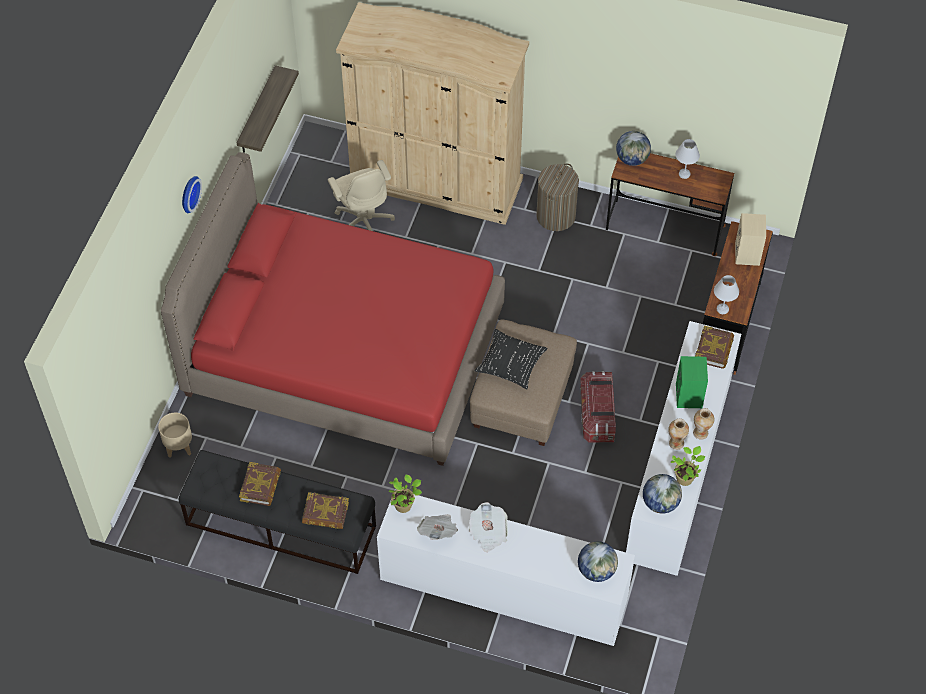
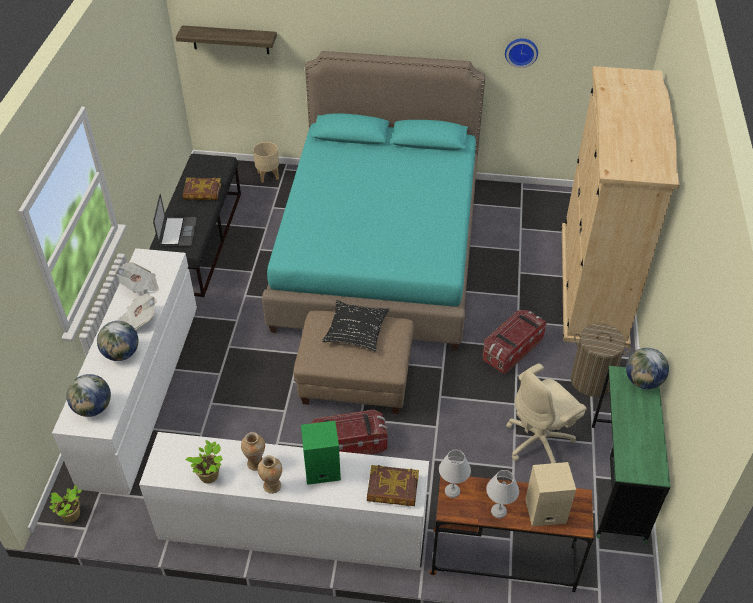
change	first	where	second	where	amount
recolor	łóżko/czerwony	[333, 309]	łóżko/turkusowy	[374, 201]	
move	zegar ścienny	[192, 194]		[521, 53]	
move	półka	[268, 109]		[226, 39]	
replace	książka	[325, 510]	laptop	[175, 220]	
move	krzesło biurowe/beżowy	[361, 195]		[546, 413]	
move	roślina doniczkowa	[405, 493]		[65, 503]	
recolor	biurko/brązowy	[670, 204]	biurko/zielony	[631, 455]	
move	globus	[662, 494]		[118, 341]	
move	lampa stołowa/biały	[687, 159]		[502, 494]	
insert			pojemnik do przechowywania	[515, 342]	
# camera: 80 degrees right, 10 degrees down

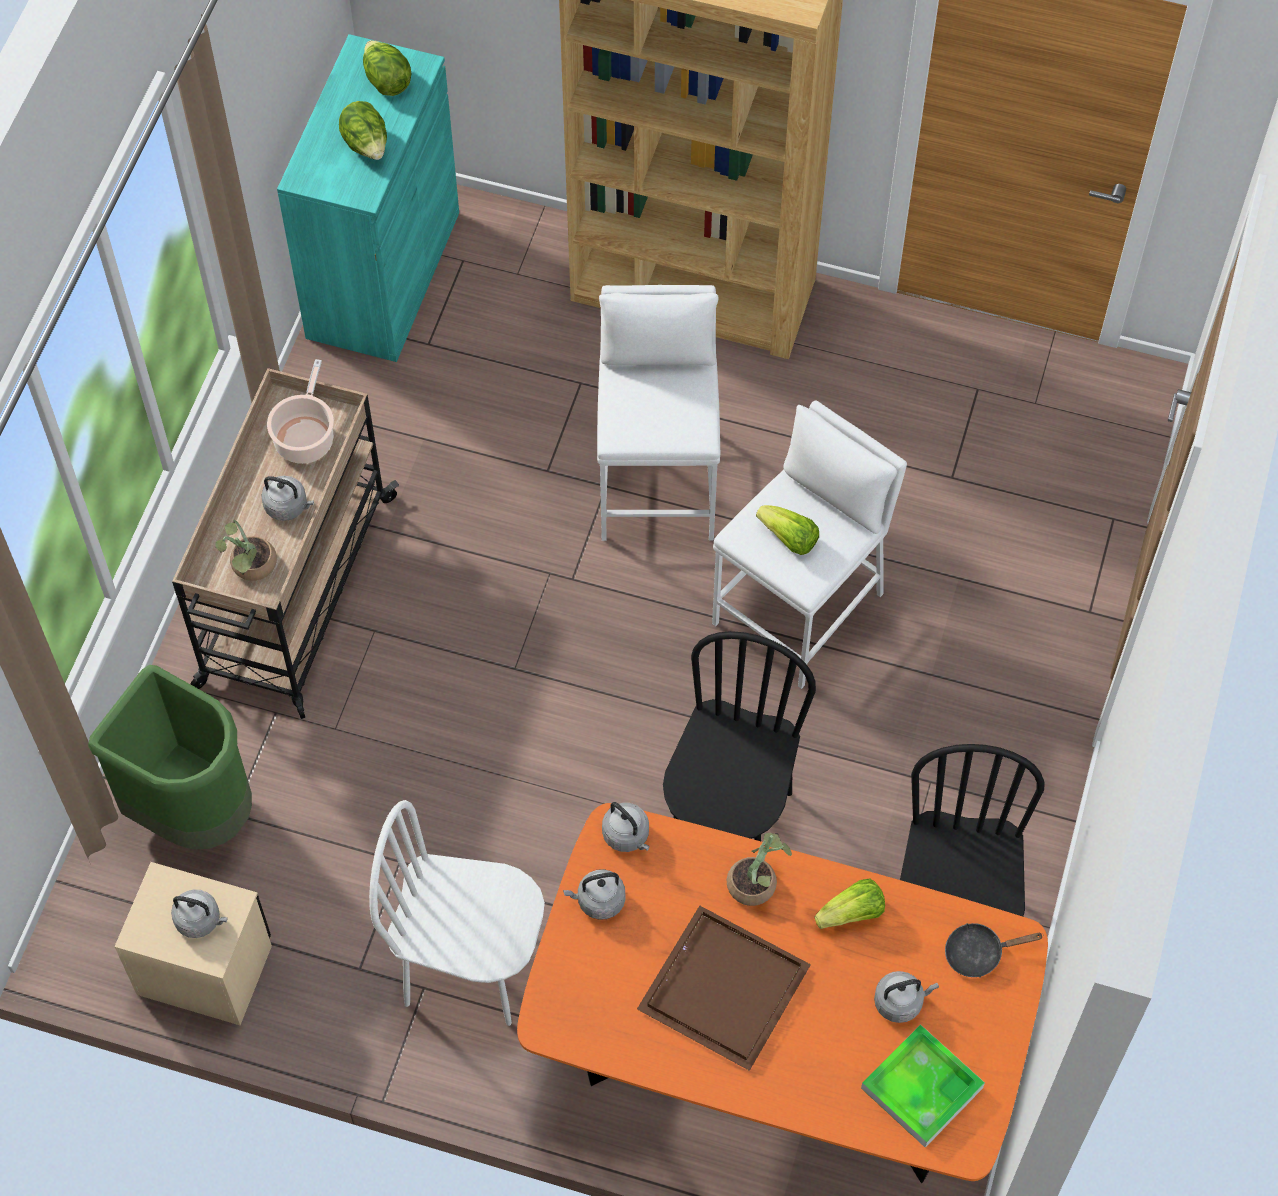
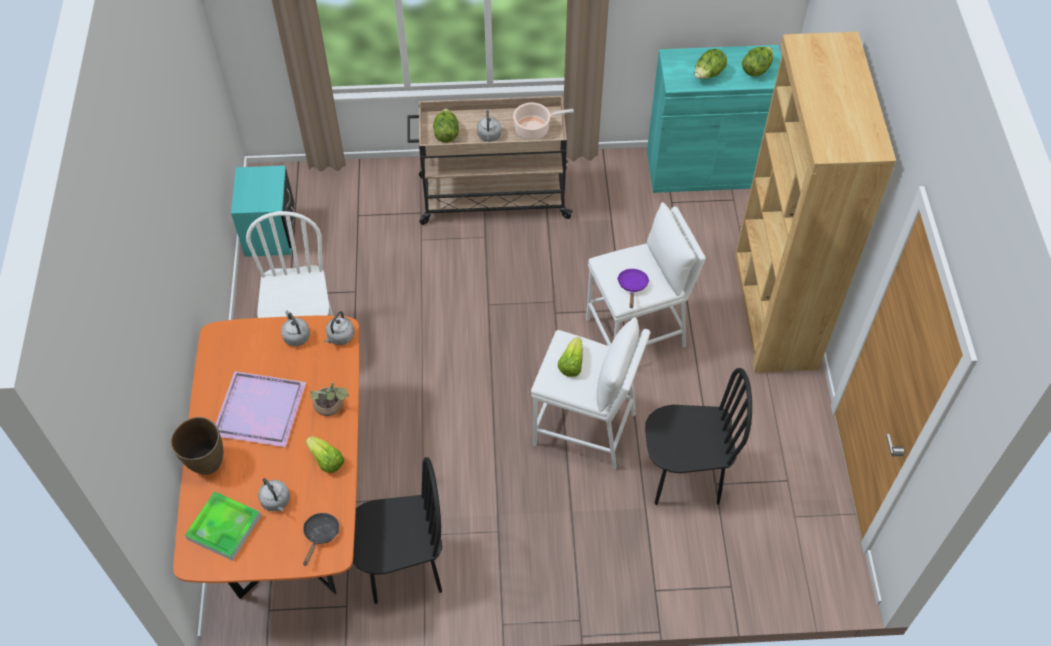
change	first	where	second	where	amount
delete	kosz na śmieci/zielony	[170, 757]			
recolor	szafka nocna/beżowy	[193, 943]	szafka nocna/turkusowy	[263, 211]	
delete	czajnik/szary	[199, 913]			
replace	roślina doniczkowa	[246, 550]	sałata	[446, 126]	
recolor	taca/brązowy	[724, 988]	taca/fioletowy	[260, 409]	
move	krzesło/czarny	[739, 736]		[698, 436]	
rotate	patelnia/czarny	[994, 950]		[321, 539]	45 degrees clockwise
insert			wazon/brązowy	[197, 446]	
insert			patelnia/fioletowy	[633, 288]	
# camera: 70 degrees right, 5 degrees down

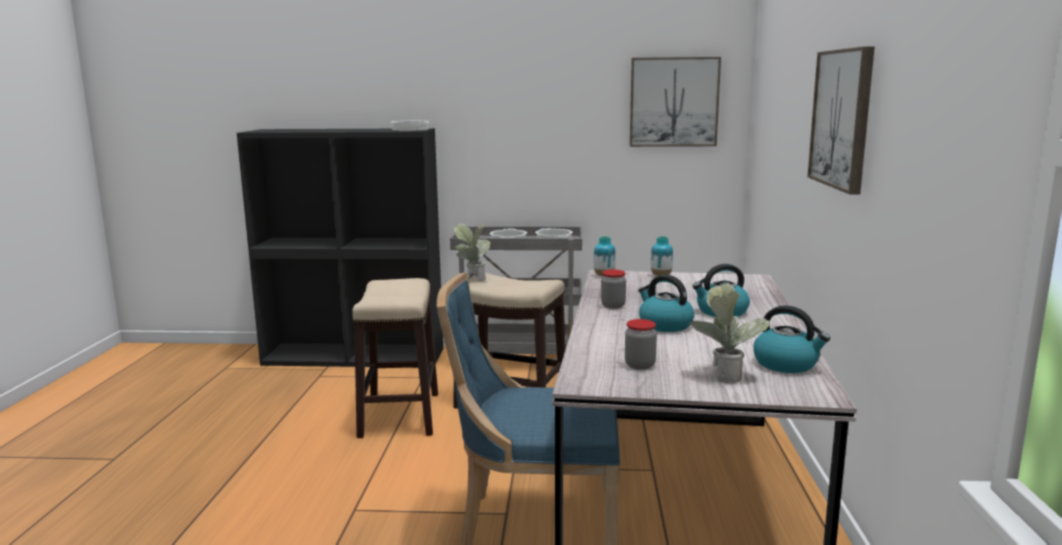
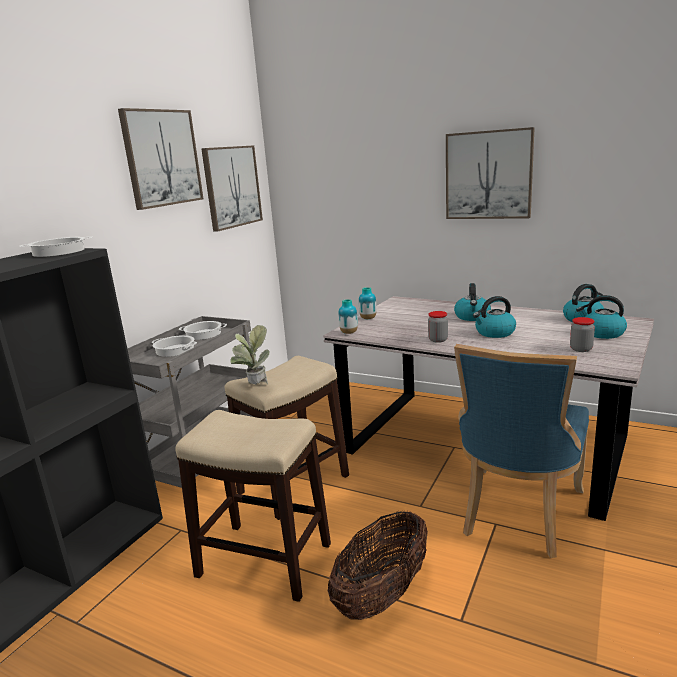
change	first	where	second	where	amount
replace	roślina doniczkowa	[729, 333]	czajnik	[601, 317]	
insert			obraz	[161, 159]	
insert			koszyk	[378, 565]	
# camera: 65 degrees left, 5 degrees up

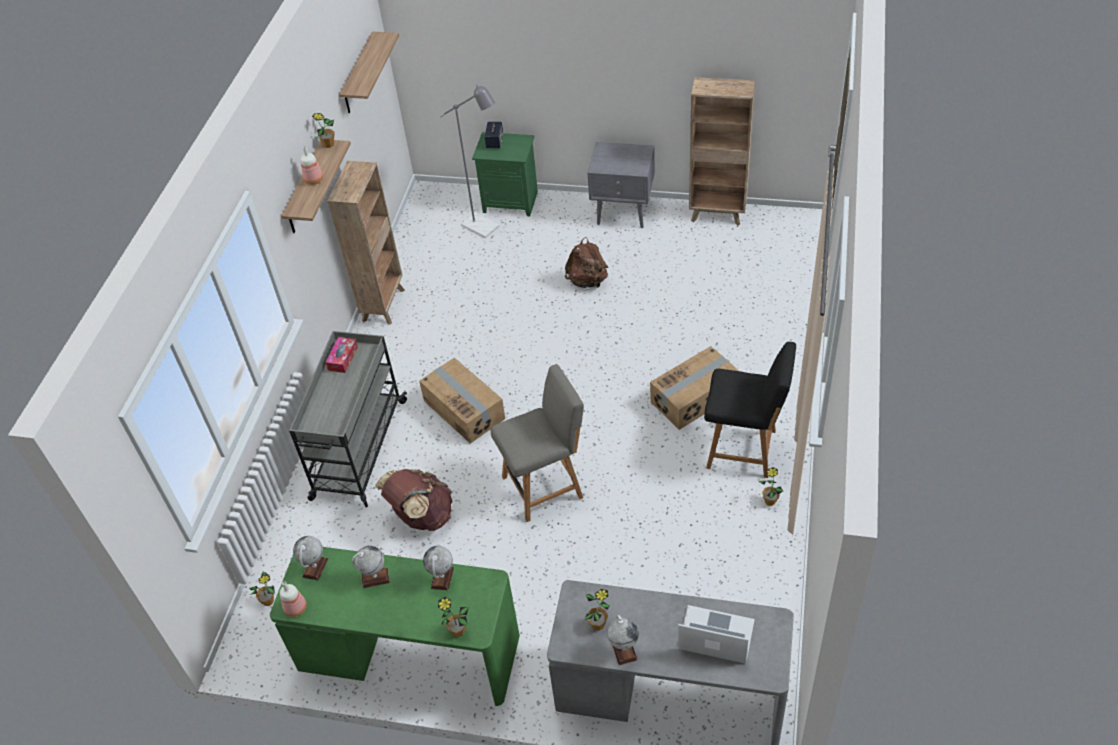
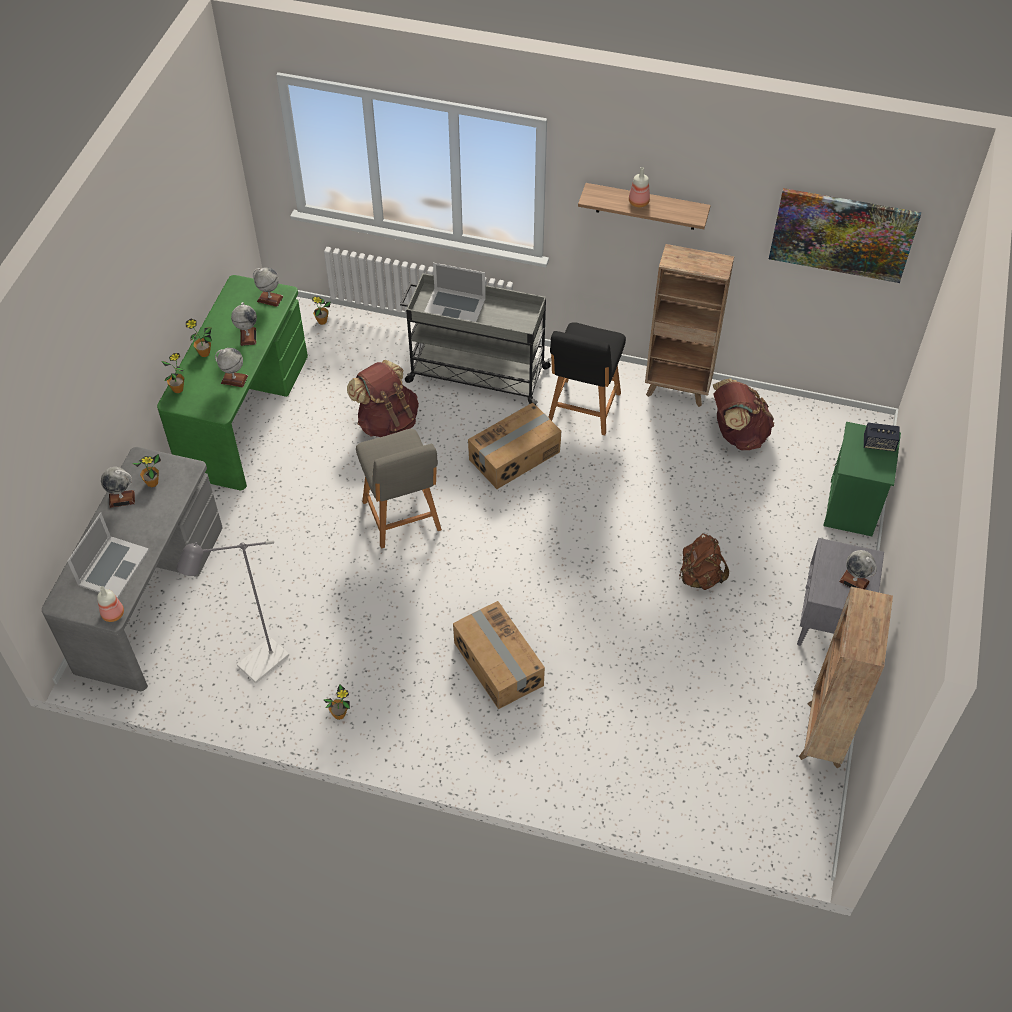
change	first	where	second	where	amount
move	butelka	[293, 599]		[110, 604]	
move	roślina doniczkowa	[323, 130]		[199, 338]	
delete	pudełko chusteczek	[342, 355]			
replace	półka	[369, 72]	obraz	[845, 235]	
move	lampa stojąca/szary	[469, 161]		[233, 611]	
move	krzesło/czarny	[750, 410]		[587, 379]	
insert			laptop	[455, 292]	
insert			plecak/brązowy	[743, 414]	
insert			globus	[858, 569]	
# camera: 90 degrees right, 5 degrees up

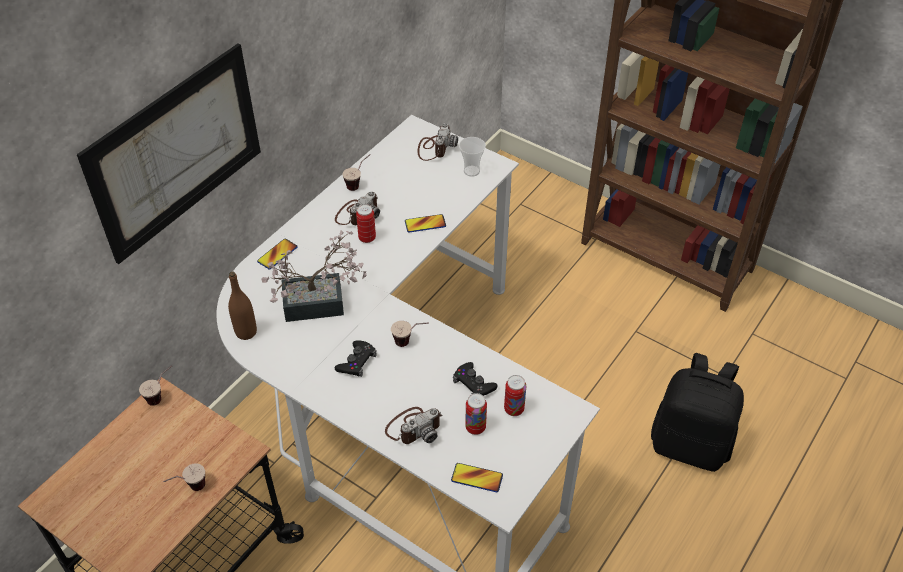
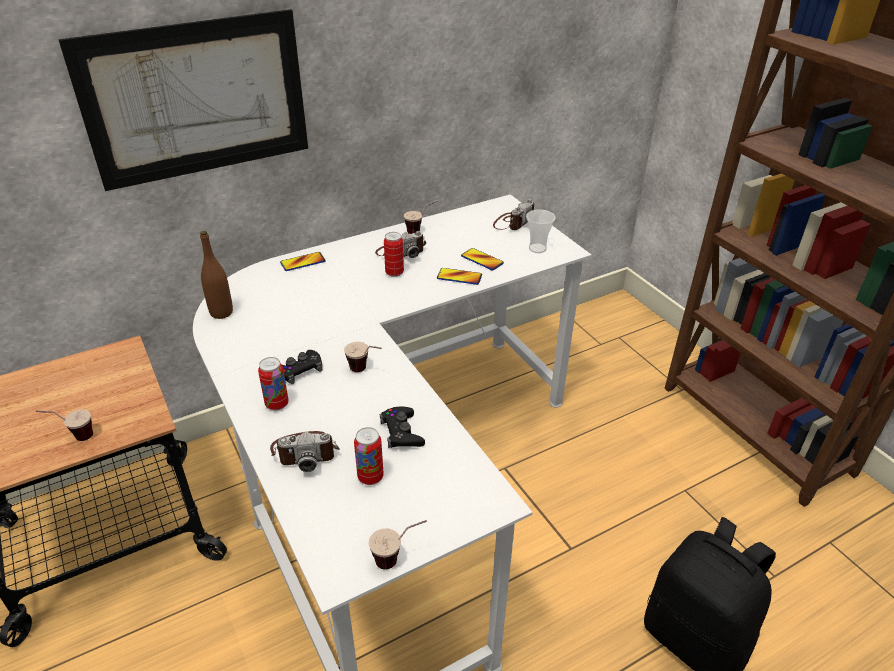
change	first	where	second	where	amount
move	filiżanka	[155, 385]		[398, 545]	
delete	roślina doniczkowa	[314, 276]			
move	telefon	[477, 477]		[482, 259]	
move	puszka	[515, 395]		[273, 384]	
# camera: 25 degrees right, 10 degrees down

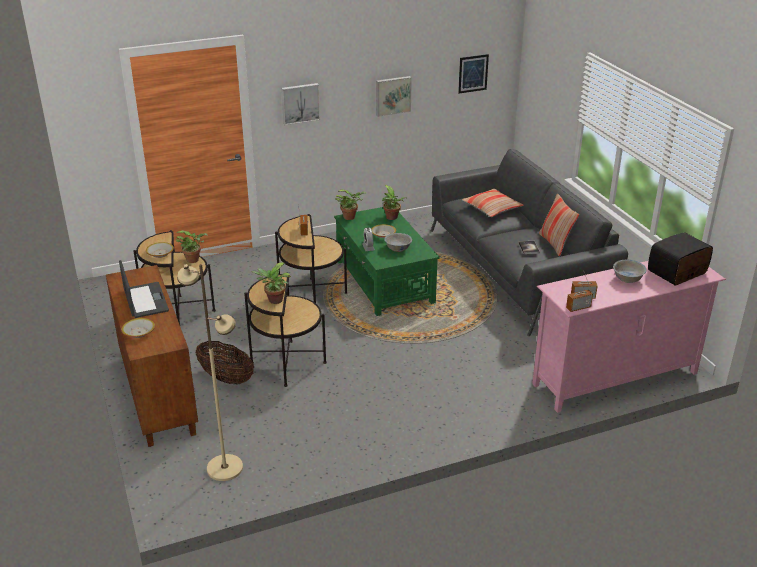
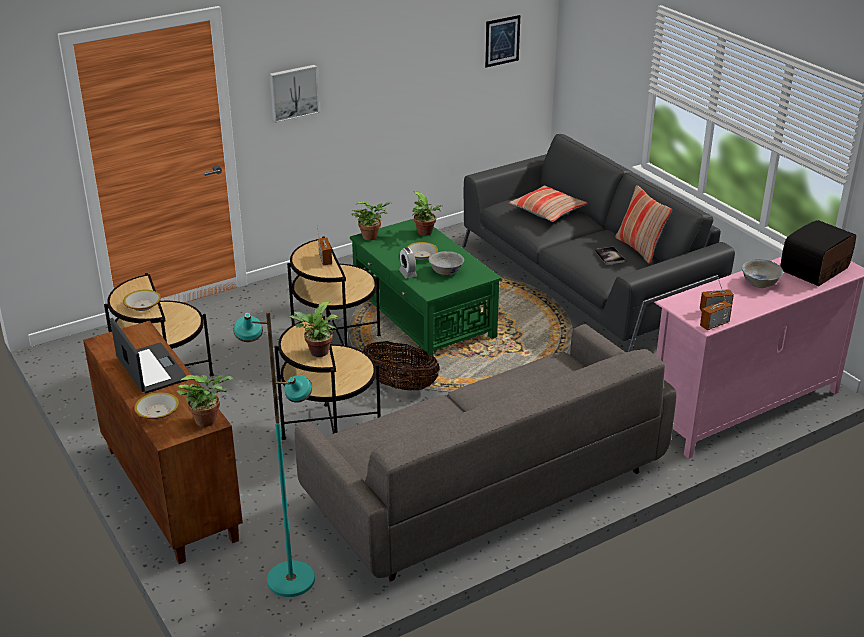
change	first	where	second	where	amount
move	roślina doniczkowa	[192, 246]		[205, 401]	
recolor	lampa stojąca/beżowy	[210, 372]	lampa stojąca/turkusowy	[274, 454]	
move	koszyk	[224, 362]		[401, 366]	
delete	obraz	[394, 96]			
insert			kanapa/szary	[486, 452]	
# camera: 10 degrees left, 0 degrees up

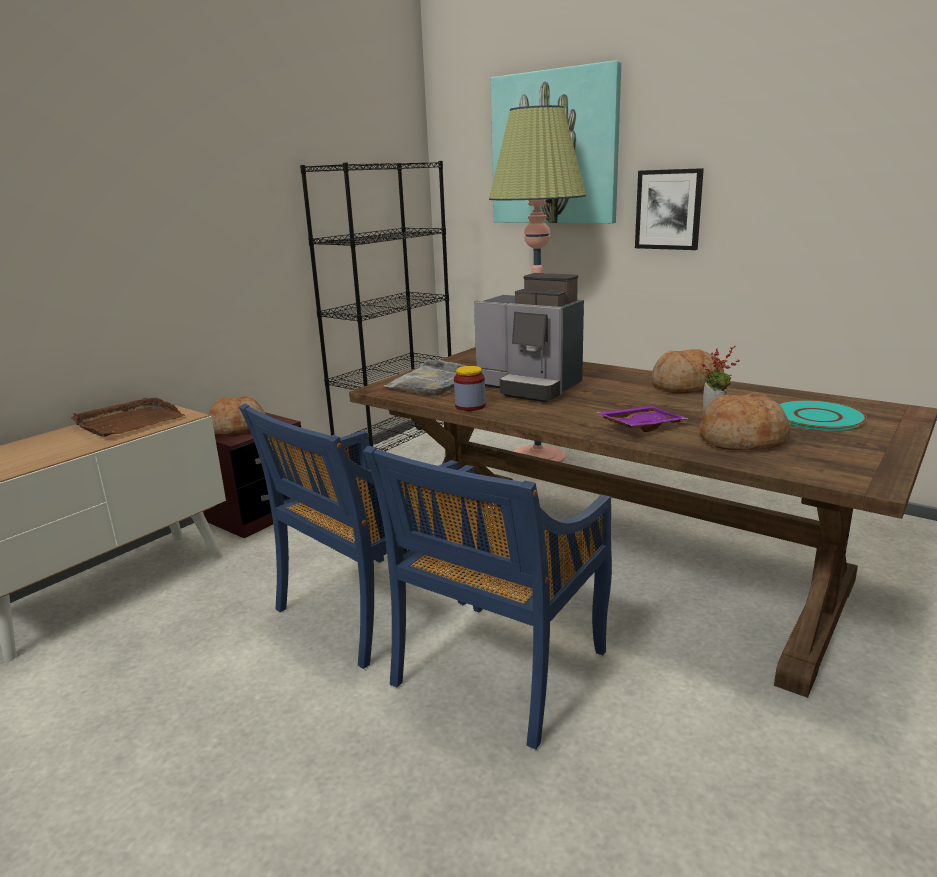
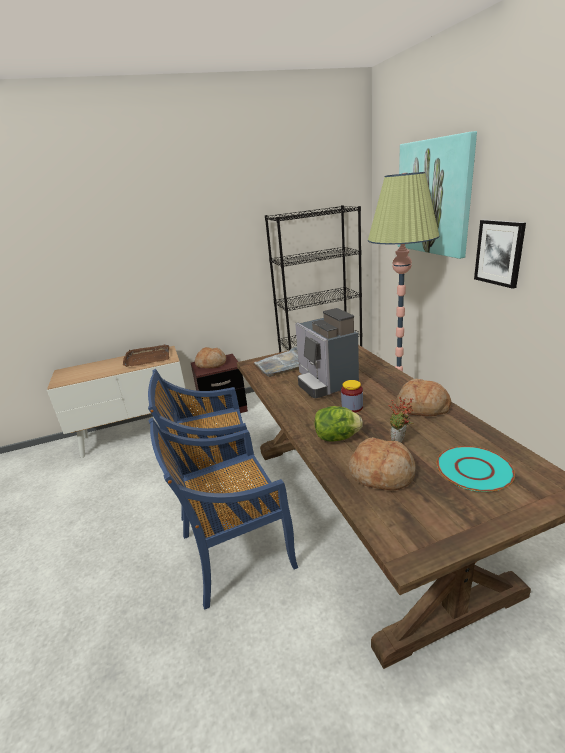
change	first	where	second	where	amount
move	słoik	[469, 388]		[352, 396]	
replace	taca/fioletowy	[642, 419]	sałata	[339, 424]	
# camera: 35 degrees right, 5 degrees up

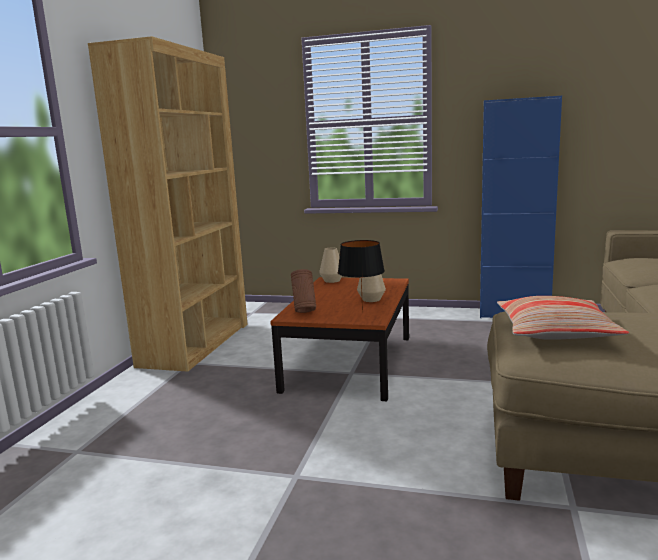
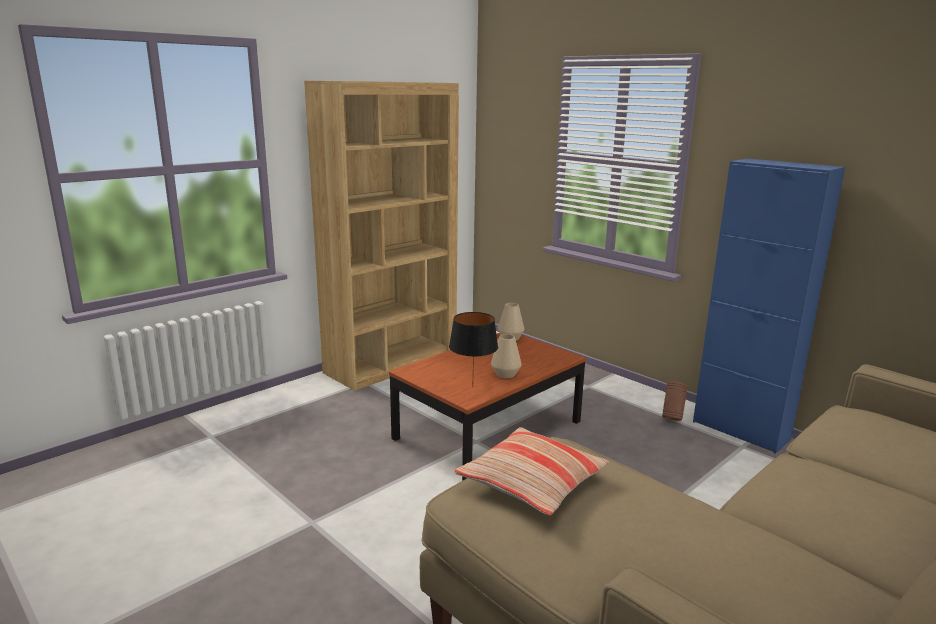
change	first	where	second	where	amount
move	wazon/brązowy	[303, 291]		[675, 401]	
# camera: 30 degrees right, 5 degrees up

